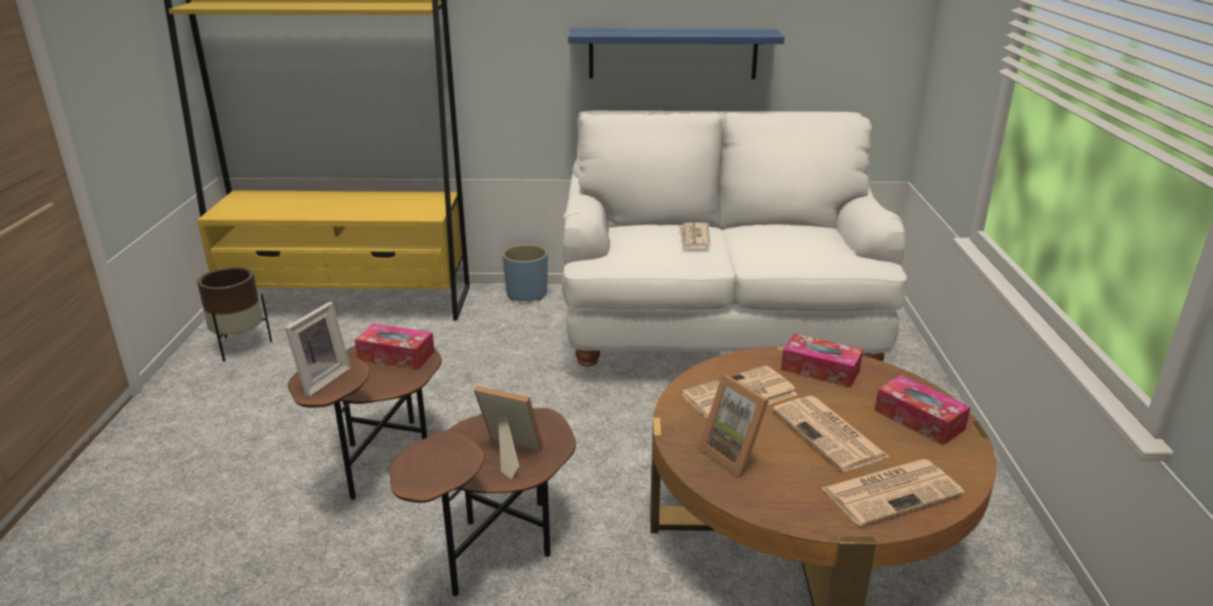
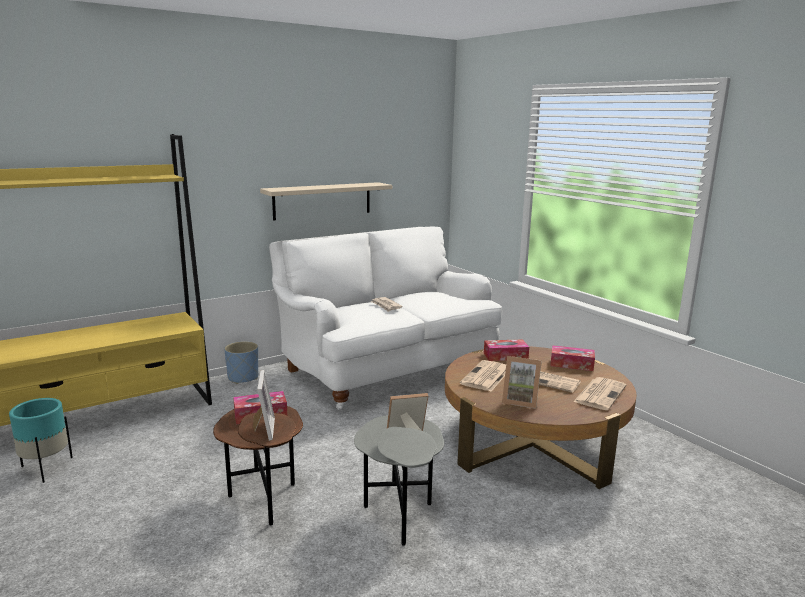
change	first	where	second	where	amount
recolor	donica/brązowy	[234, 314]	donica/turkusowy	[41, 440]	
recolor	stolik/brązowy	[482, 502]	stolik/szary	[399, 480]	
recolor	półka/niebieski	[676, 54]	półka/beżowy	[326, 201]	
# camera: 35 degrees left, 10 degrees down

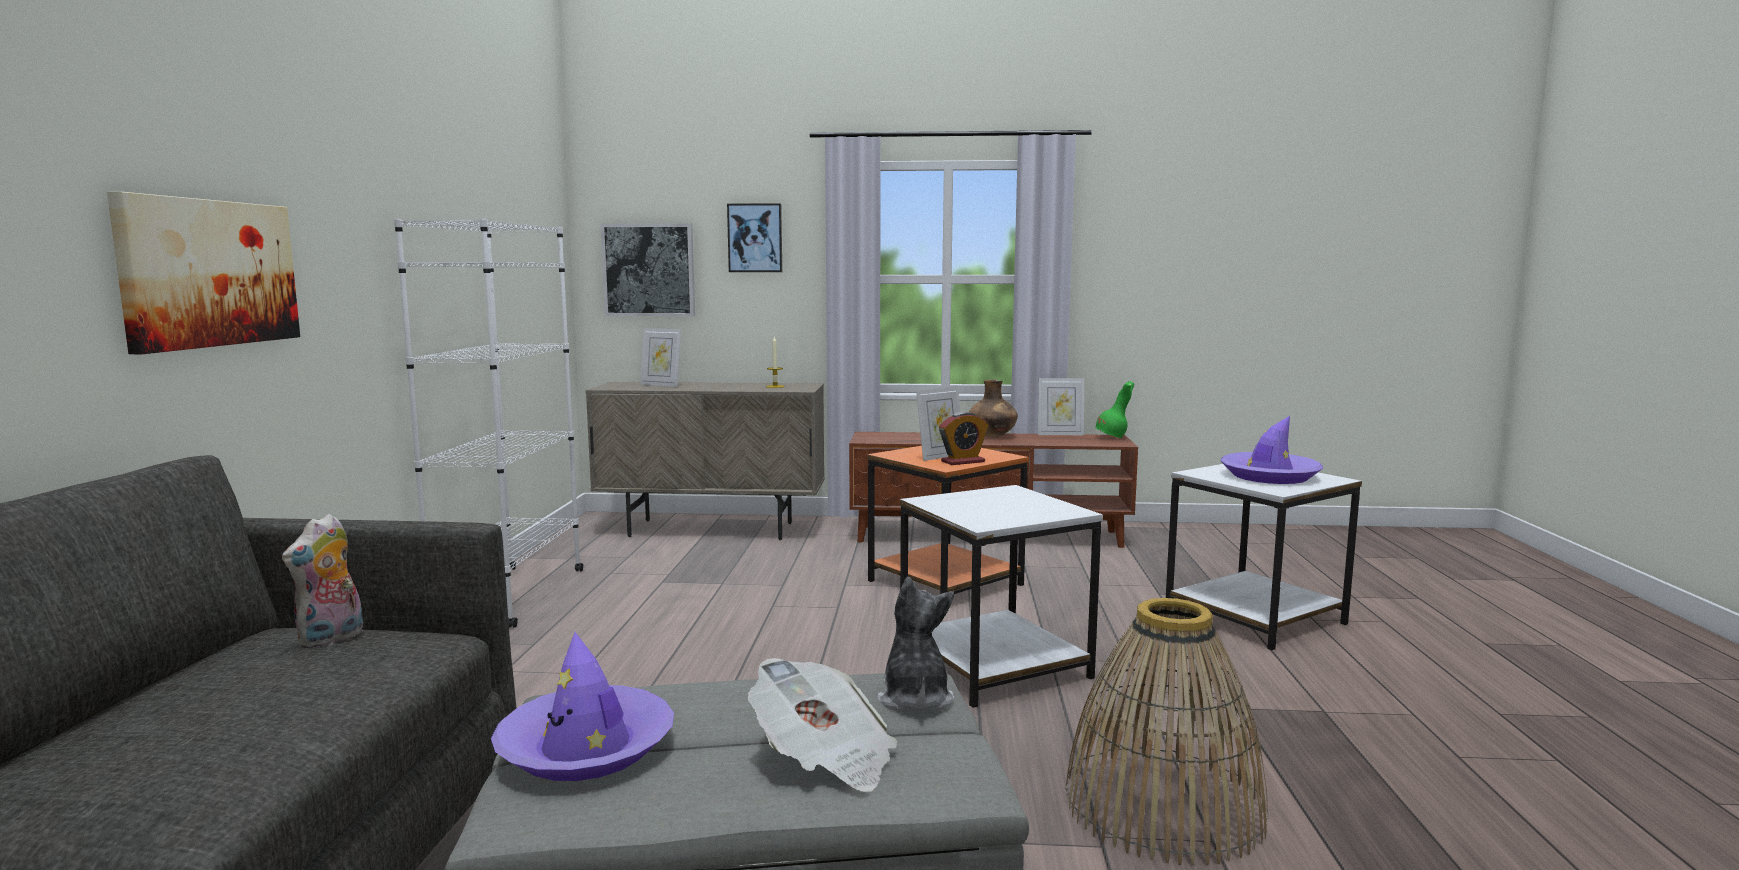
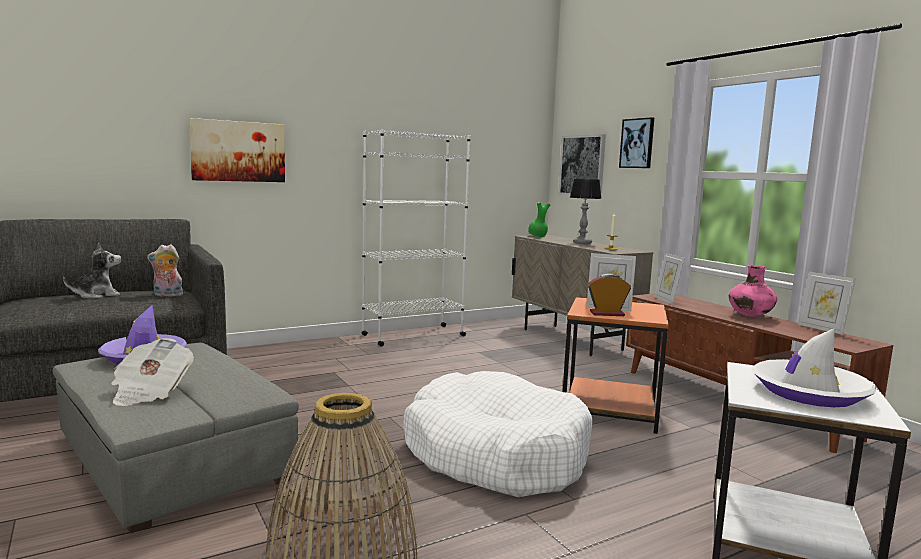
change	first	where	second	where	amount
move	ramka na zdjęcie	[660, 357]		[670, 279]	
move	pluszak	[915, 644]		[92, 271]	
replace	stolik/biały	[1001, 596]	legowisko/biały	[498, 434]	
rotate	budzik	[963, 438]		[609, 295]	150 degrees clockwise
recolor	wazon/brązowy	[993, 408]	wazon/różowy	[753, 291]	
move	wazon/zielony	[1114, 409]		[539, 219]	
recolor	kapelusz/fioletowy	[1271, 450]	kapelusz/biały	[814, 367]	
insert			lampa stołowa	[585, 211]	
# camera: 55 degrees right, 0 degrees up

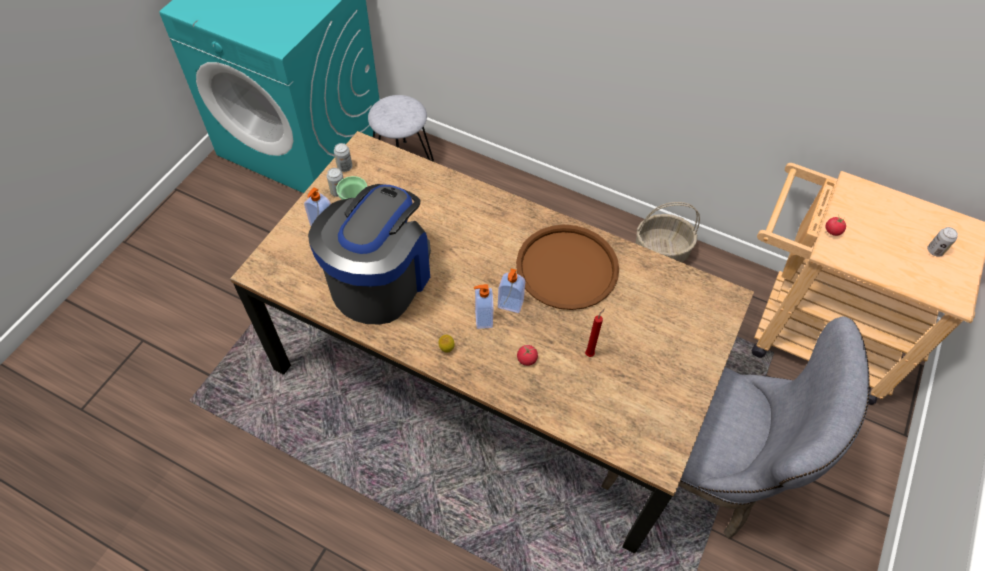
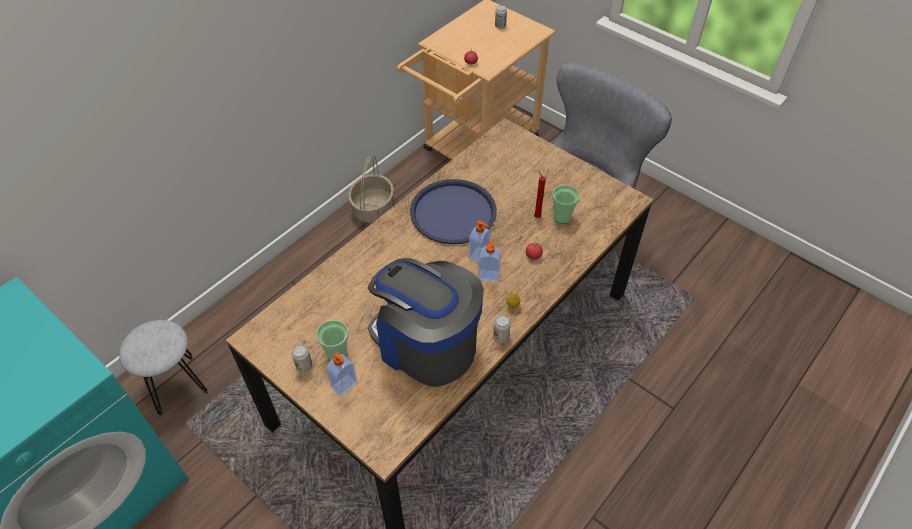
change	first	where	second	where	amount
move	puszka	[343, 157]		[502, 329]	
recolor	taca/brązowy	[567, 267]	taca/niebieski	[453, 211]	
insert			filiżanka	[566, 204]	
# camera: 75 degrees left, 5 degrees down

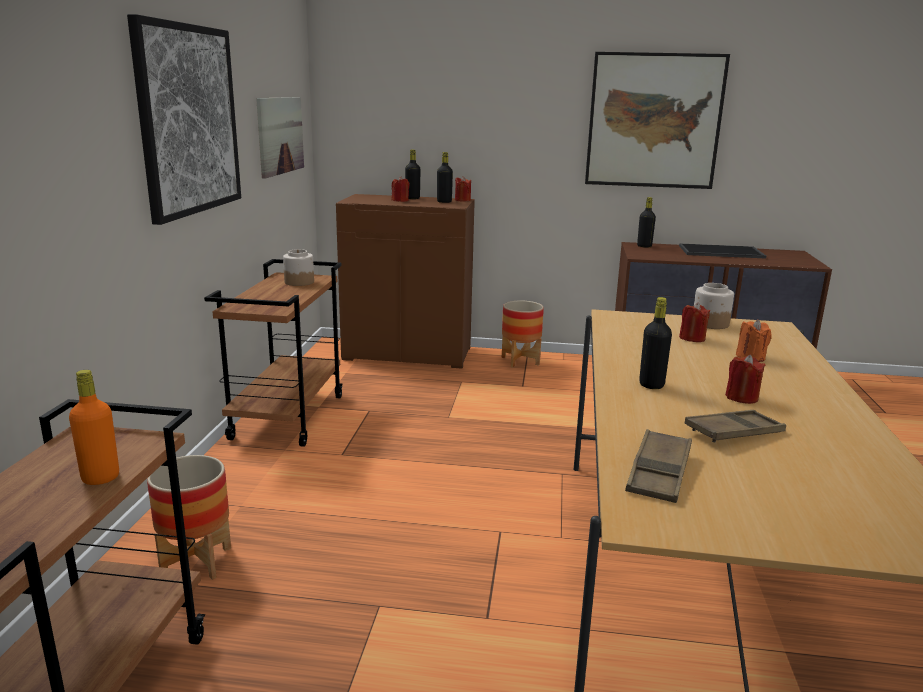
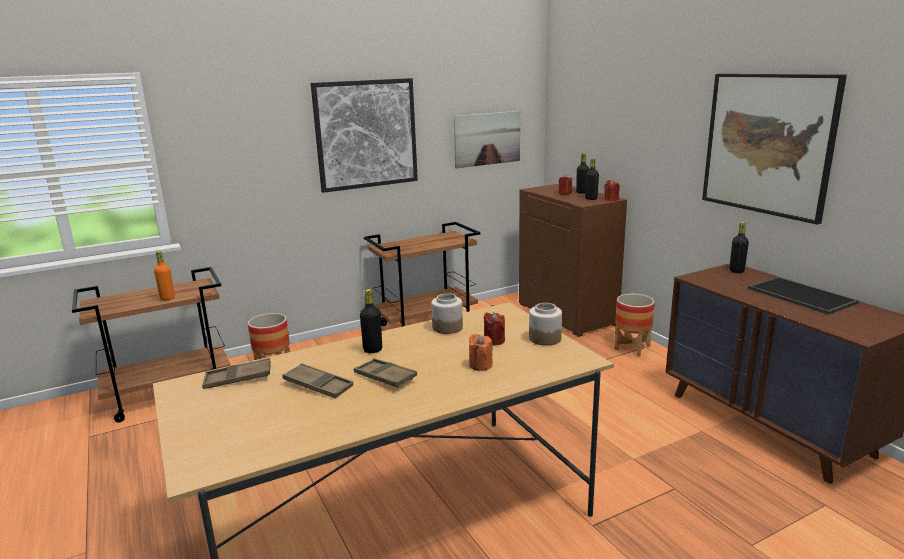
change	first	where	second	where	amount
move	słoik	[298, 267]		[447, 313]	
replace	świeca/czerwony	[745, 379]	taca/brązowy	[385, 372]	
# camera: 55 degrees right, 0 degrees up

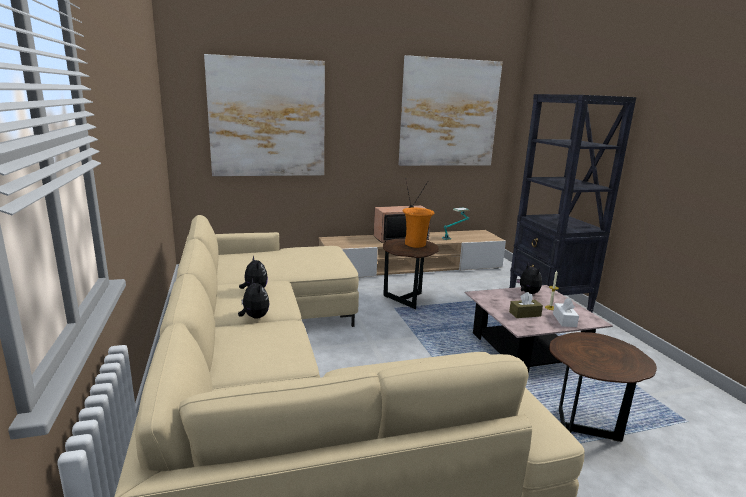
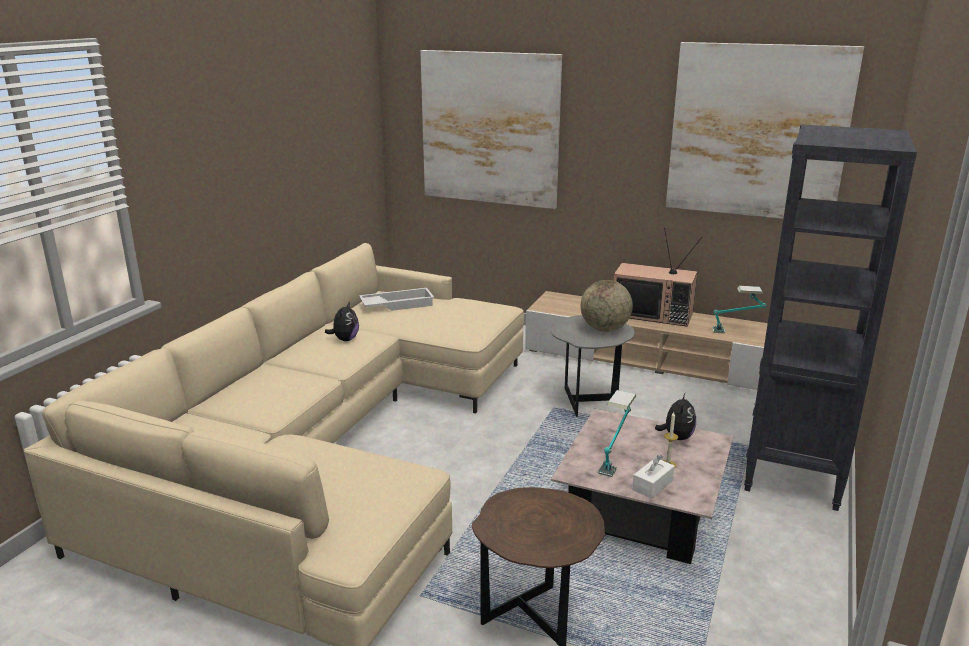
change	first	where	second	where	amount
delete	pluszak	[253, 299]			
recolor	stolik/brązowy	[411, 273]	stolik/szary	[593, 366]	
replace	wazon/pomarańczowy	[419, 227]	globus	[607, 306]	
replace	pudełko chusteczek/brązowy	[526, 305]	lampa stołowa	[617, 433]	
insert			taca/biały	[396, 299]	
# camera: 40 degrees right, 5 degrees up

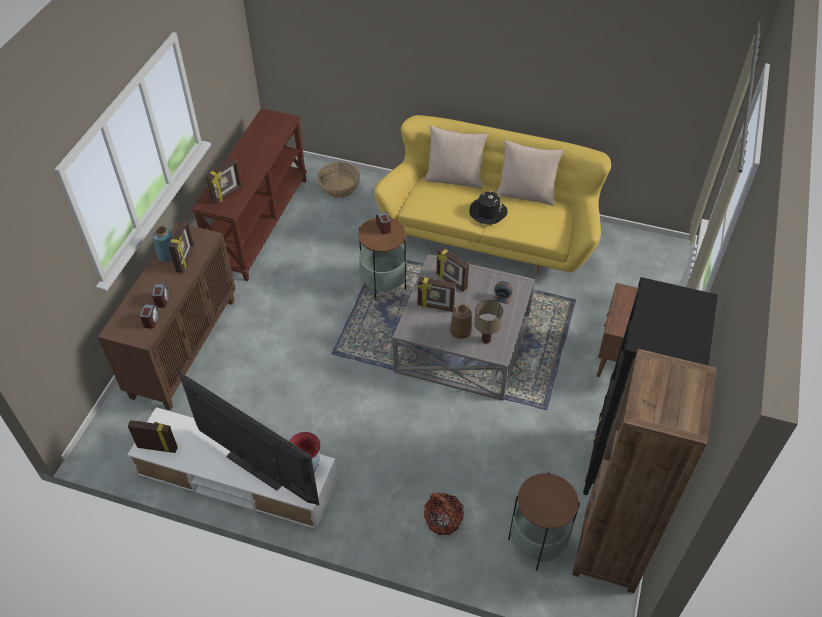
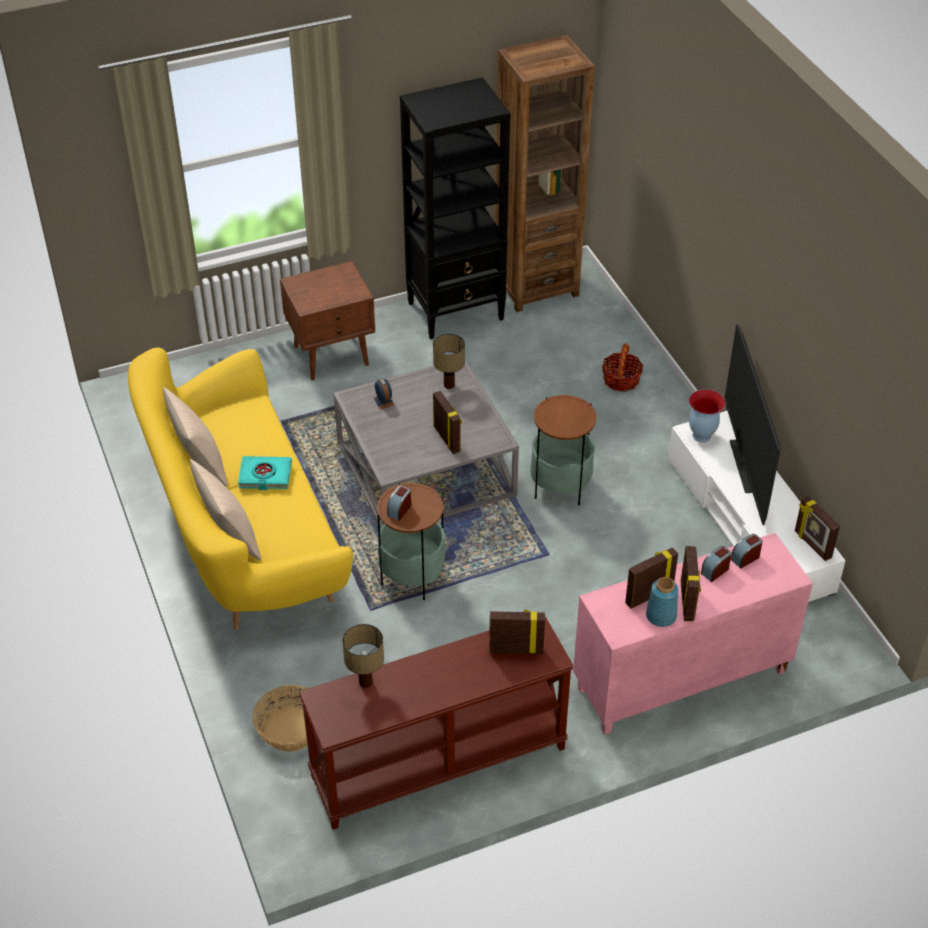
change	first	where	second	where	amount
recolor	szafka/brązowy	[167, 316]	szafka/różowy	[693, 634]	
move	ramka na zdjęcie	[452, 269]		[690, 583]	
delete	wazon/brązowy	[461, 321]			
replace	kapelusz/czarny	[488, 208]	książka/turkusowy	[265, 473]	
move	stolik	[544, 521]		[563, 450]	
insert			lampa stołowa	[363, 656]	
# camera: 130 degrees left, 5 degrees down

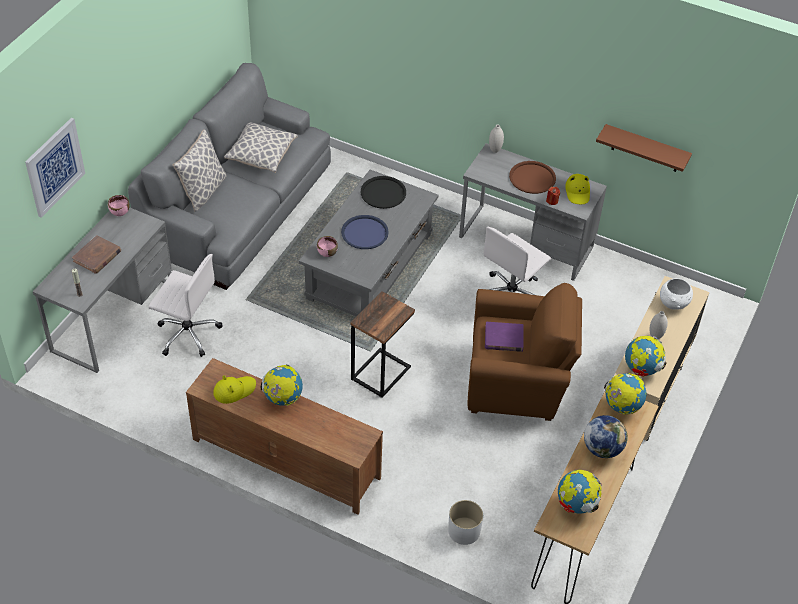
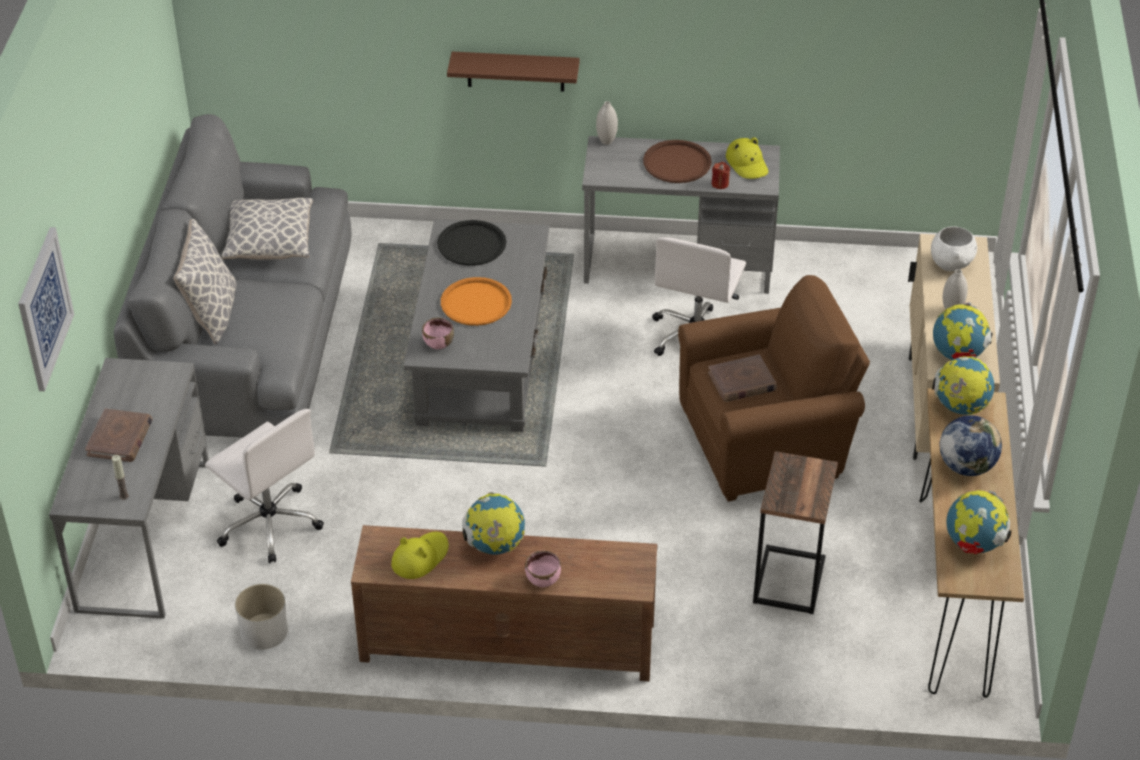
change	first	where	second	where	amount
move	miska/różowy	[119, 205]		[543, 569]	
rotate	krzesło biurowe/biały	[186, 305]		[264, 486]	45 degrees clockwise
recolor	taca/niebieski	[365, 232]	taca/pomarańczowy	[476, 301]	
move	stolik	[382, 344]		[795, 532]	
move	donica/biały	[465, 522]		[261, 617]	
recolor	książka/fioletowy	[504, 337]	książka/brązowy	[742, 378]	
move	półka/brązowy	[644, 148]		[513, 72]	
# camera: 20 degrees left, 5 degrees down

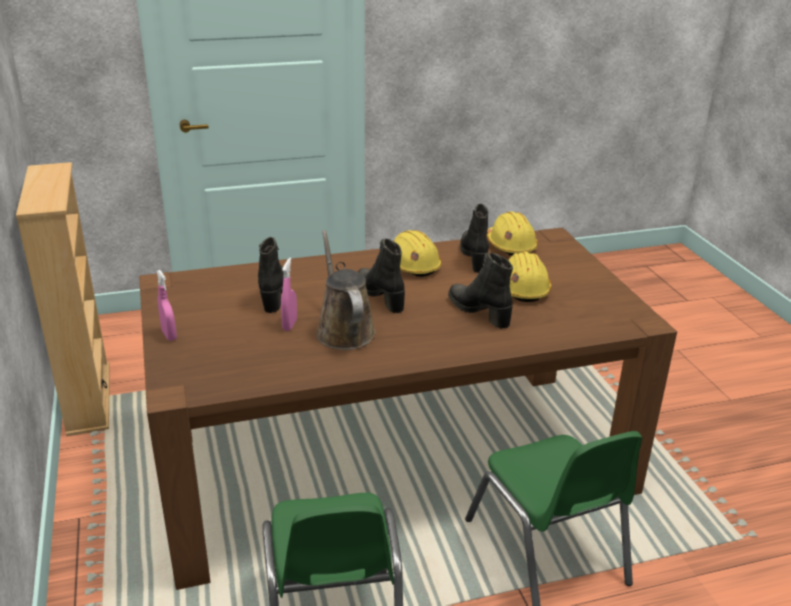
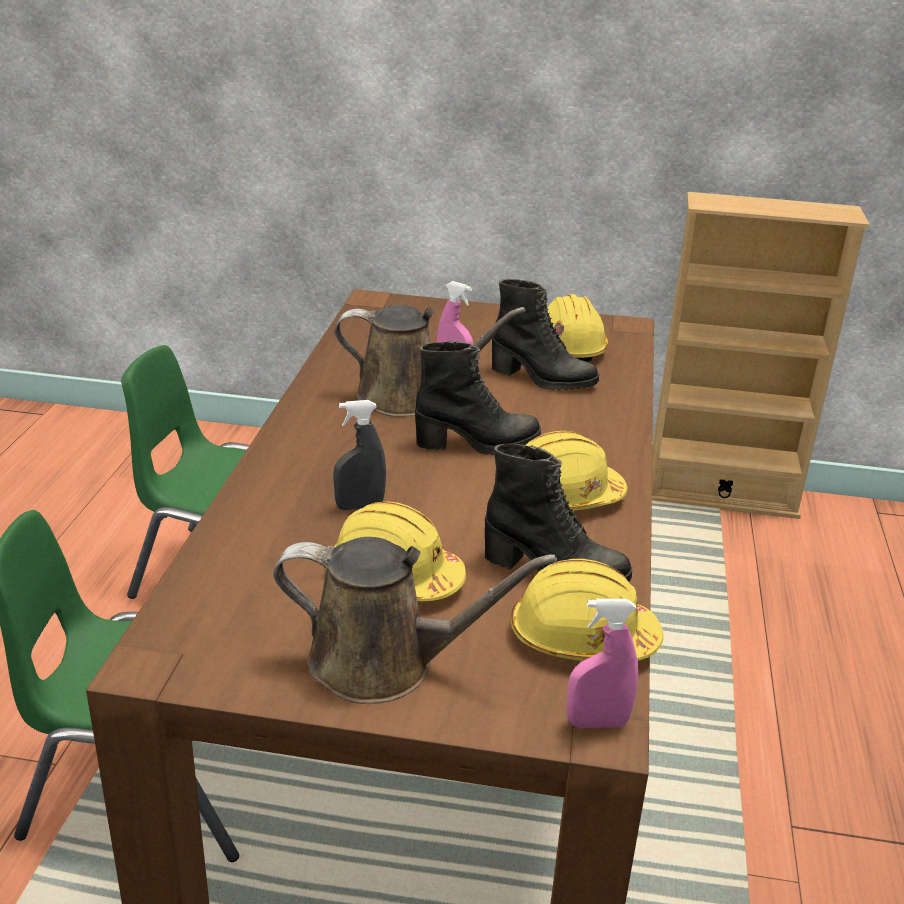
change	first	where	second	where	amount
move	spryskiwacz/różowy	[166, 305]		[602, 663]	
replace	but z cholewką/czarny	[480, 291]	spryskiwacz/szary	[359, 455]	
insert			konewka/brązowy	[415, 620]	
insert			kask/żółty	[578, 328]	
# camera: 115 degrees right, 0 degrees up

